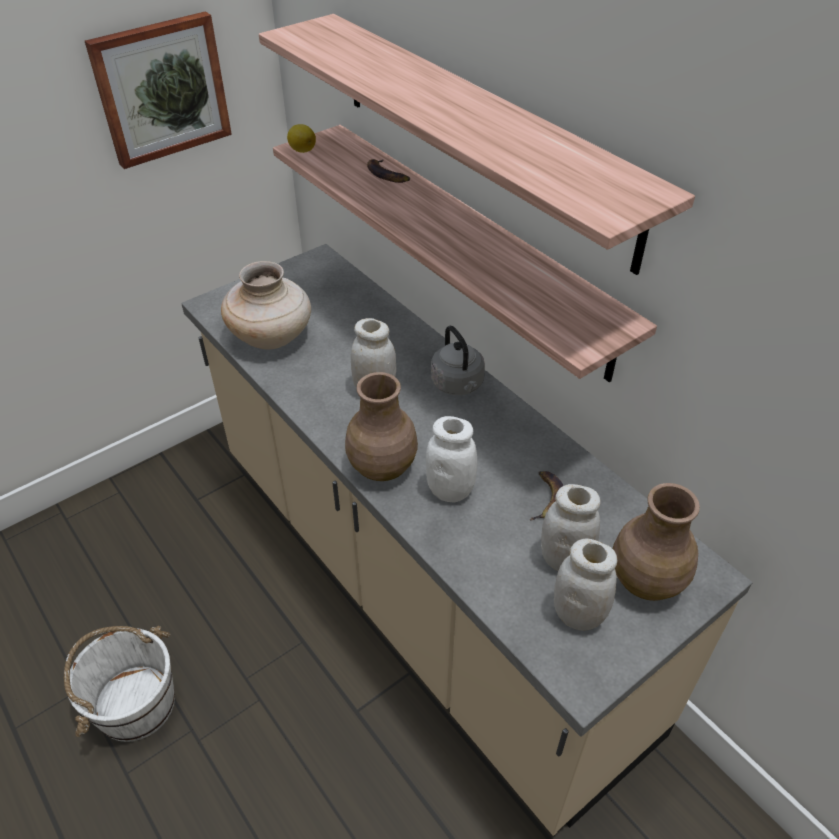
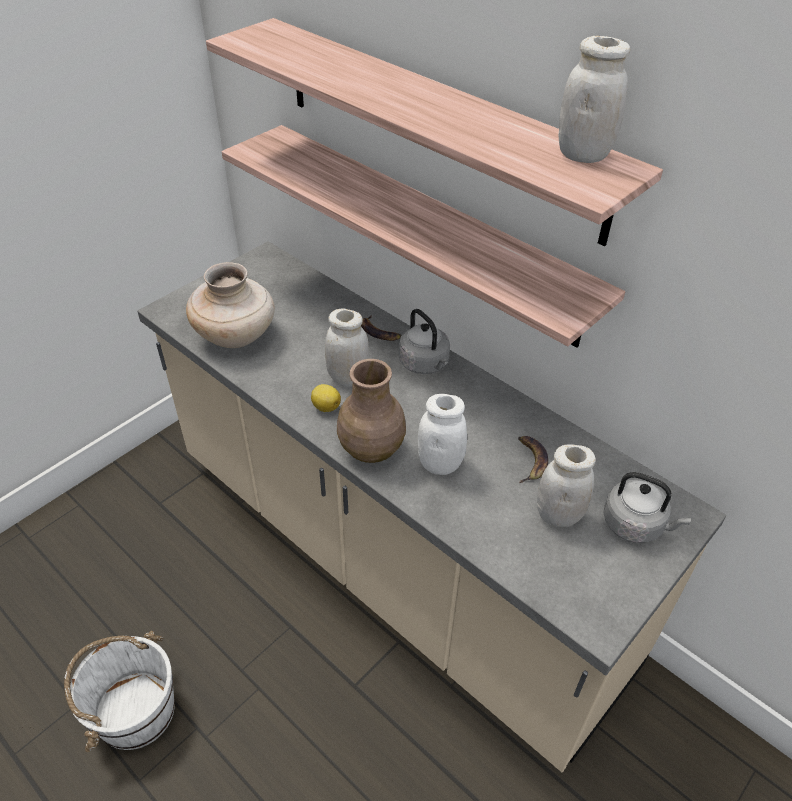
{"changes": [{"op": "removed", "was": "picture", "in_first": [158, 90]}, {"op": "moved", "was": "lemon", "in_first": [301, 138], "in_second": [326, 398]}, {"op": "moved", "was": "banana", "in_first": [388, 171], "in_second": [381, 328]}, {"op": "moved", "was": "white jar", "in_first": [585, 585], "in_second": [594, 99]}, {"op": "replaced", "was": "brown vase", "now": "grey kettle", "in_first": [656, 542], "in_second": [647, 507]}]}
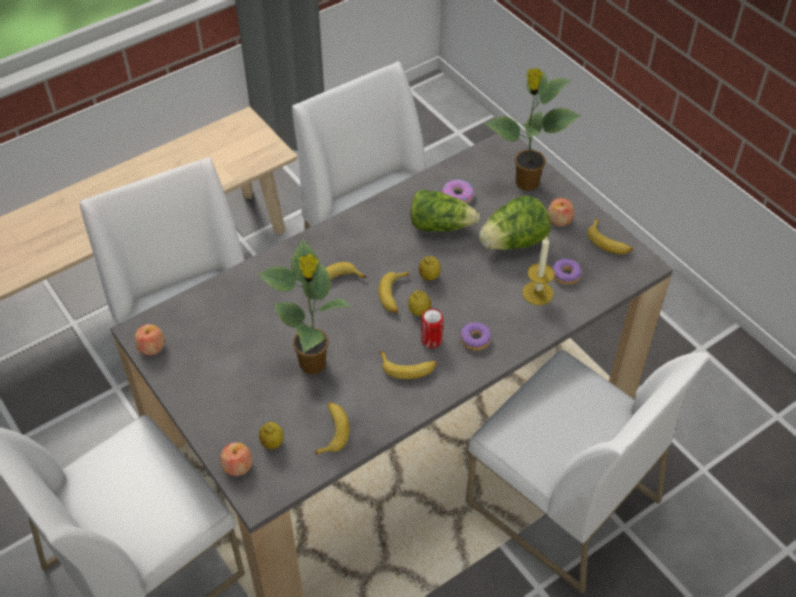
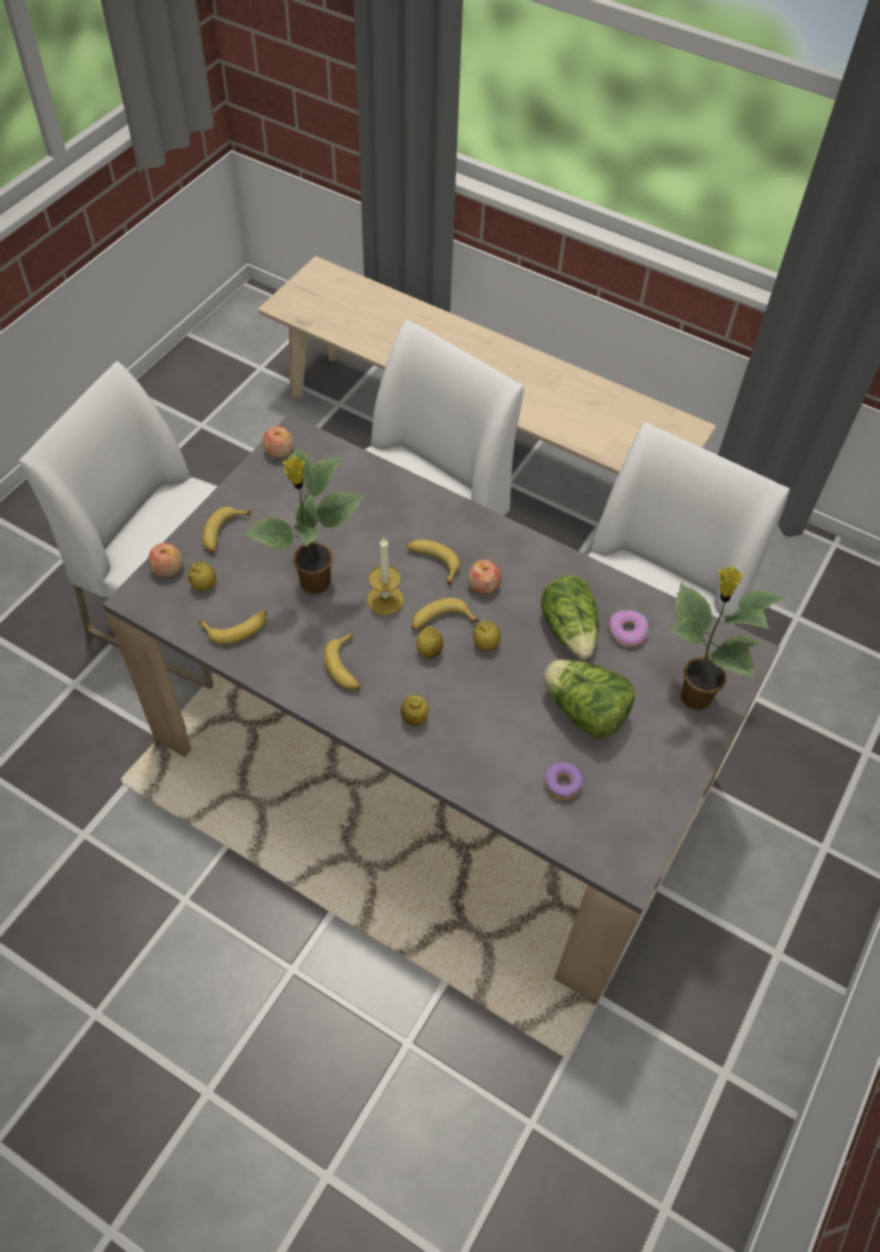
{"changes": [{"op": "removed", "was": "can", "in_first": [432, 328]}, {"op": "removed", "was": "white chair", "in_first": [588, 472]}, {"op": "moved", "was": "candle", "in_first": [538, 271], "in_second": [385, 576]}, {"op": "moved", "was": "apple", "in_first": [560, 212], "in_second": [484, 577]}, {"op": "moved", "was": "banana", "in_first": [610, 236], "in_second": [226, 530]}, {"op": "replaced", "was": "donut", "now": "lemon", "in_first": [476, 336], "in_second": [414, 710]}]}
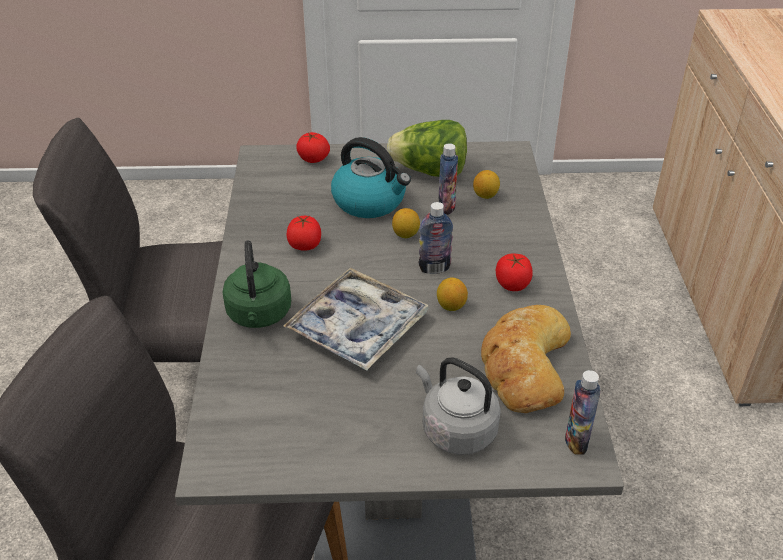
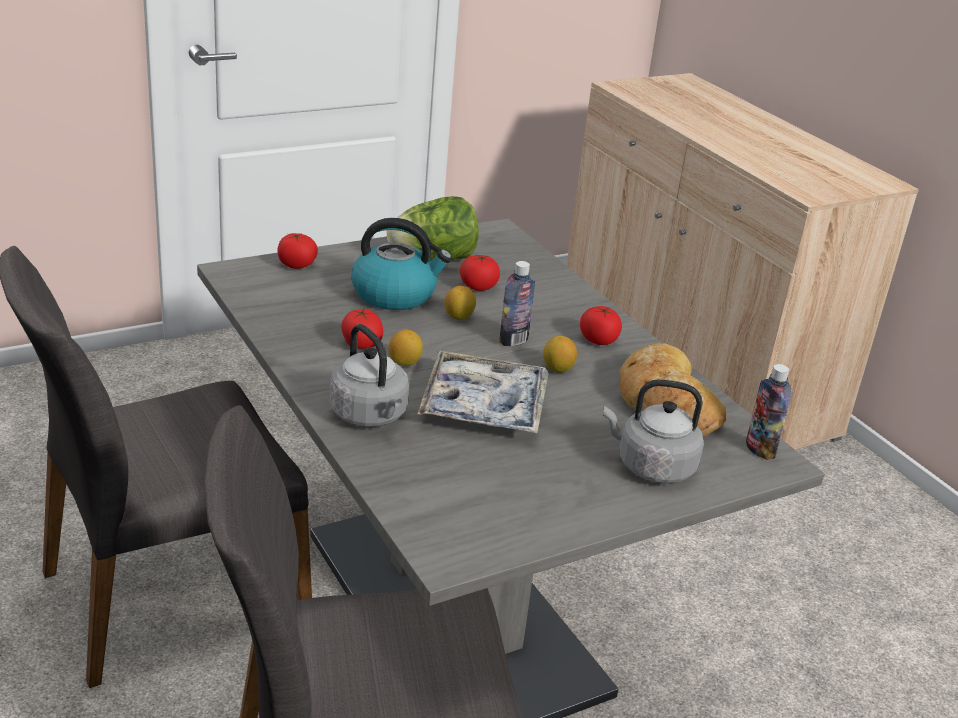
{"changes": [{"op": "moved", "was": "lemon", "in_first": [486, 184], "in_second": [406, 348]}, {"op": "replaced", "was": "bottle", "now": "tomato", "in_first": [448, 179], "in_second": [480, 273]}, {"op": "recoloured", "was": "green kettle", "now": "grey kettle", "in_first": [256, 284], "in_second": [369, 375]}]}
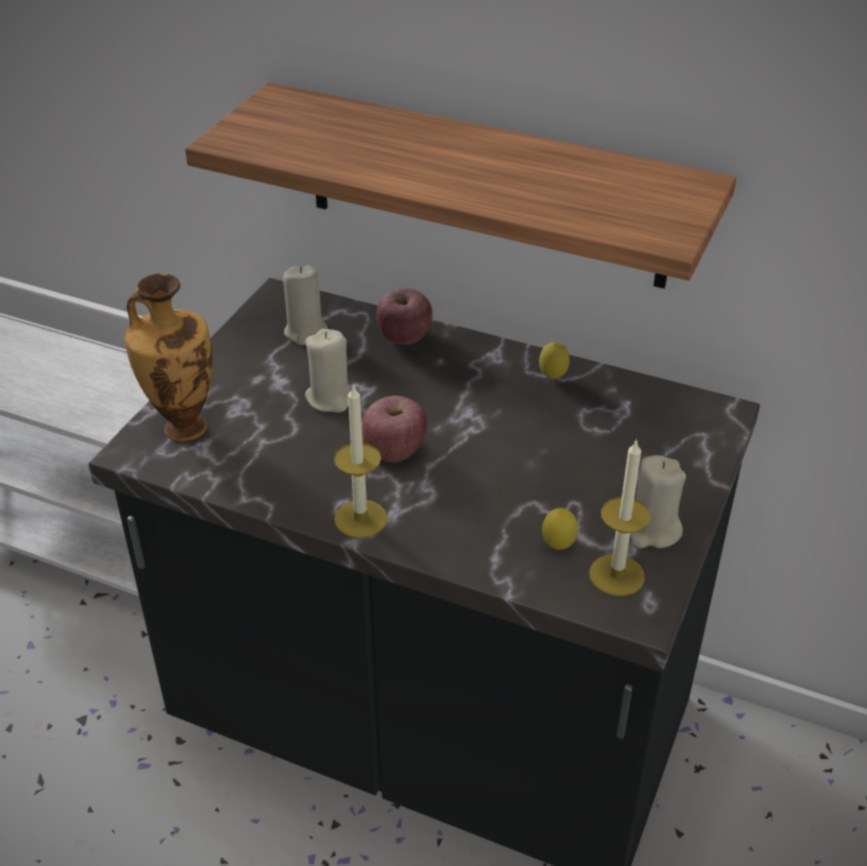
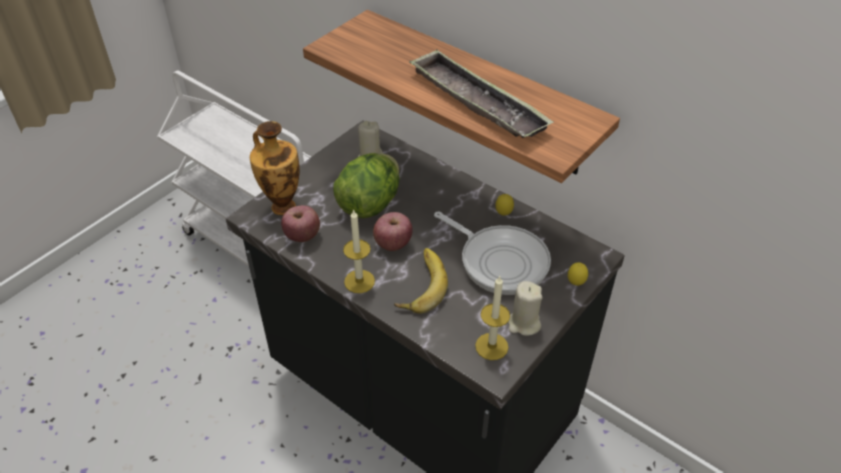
{"changes": [{"op": "added", "now": "banana", "in_second": [421, 281]}, {"op": "added", "now": "tray", "in_second": [481, 93]}, {"op": "added", "now": "frying pan", "in_second": [492, 253]}, {"op": "moved", "was": "apple", "in_first": [404, 316], "in_second": [300, 223]}, {"op": "moved", "was": "lemon", "in_first": [560, 529], "in_second": [578, 274]}, {"op": "replaced", "was": "beige candle", "now": "lettuce", "in_first": [328, 371], "in_second": [366, 185]}]}
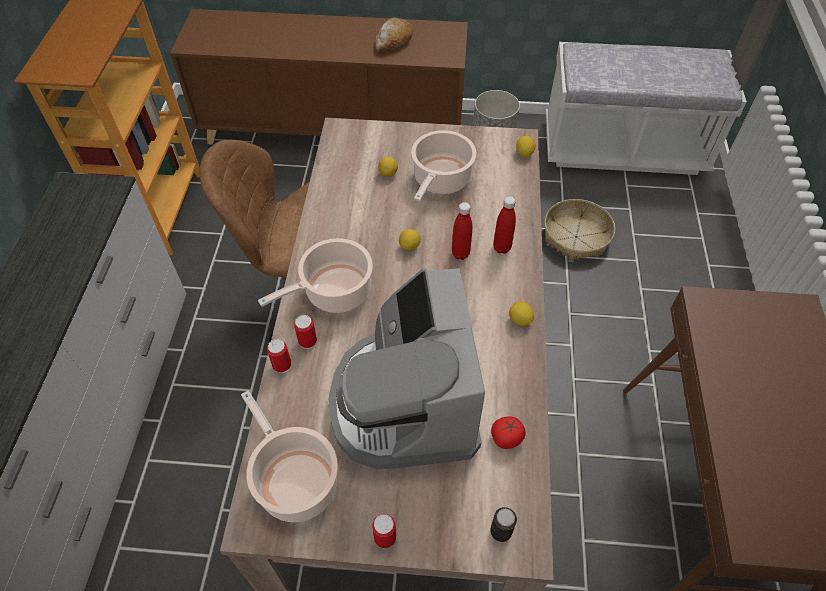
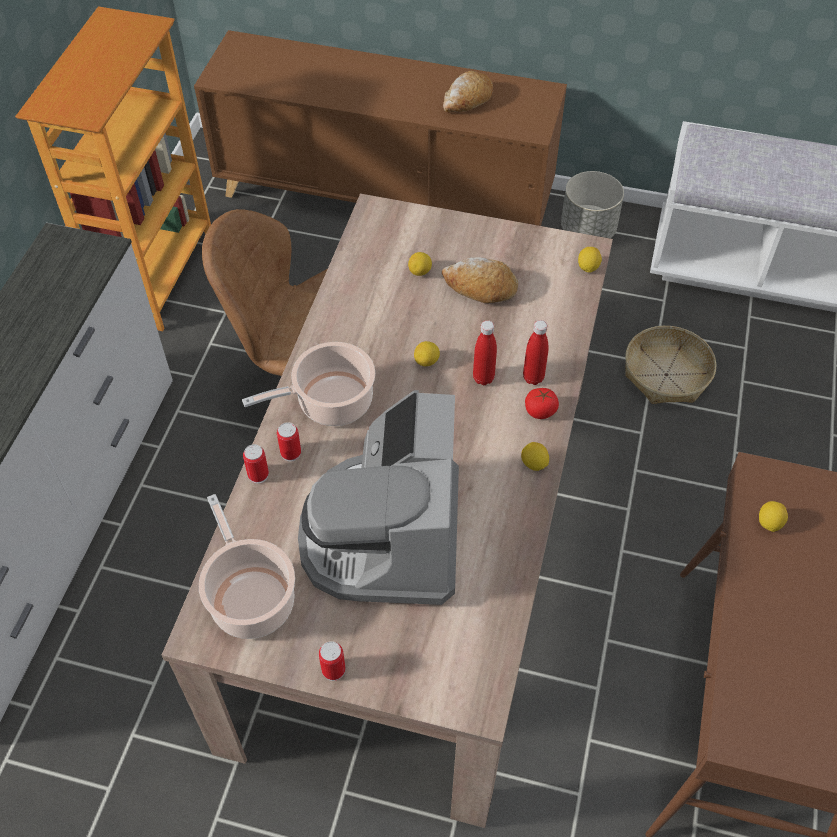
{"changes": [{"op": "removed", "was": "can", "in_first": [503, 524]}, {"op": "added", "now": "lemon", "in_second": [773, 516]}, {"op": "moved", "was": "tomato", "in_first": [508, 432], "in_second": [542, 403]}, {"op": "replaced", "was": "cooking pot", "now": "bread", "in_first": [443, 166], "in_second": [480, 280]}]}
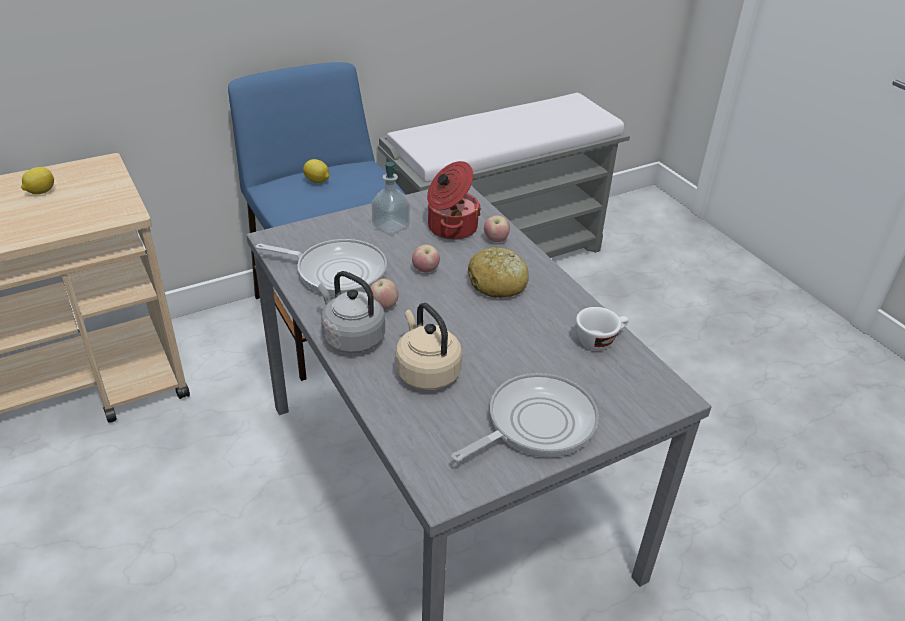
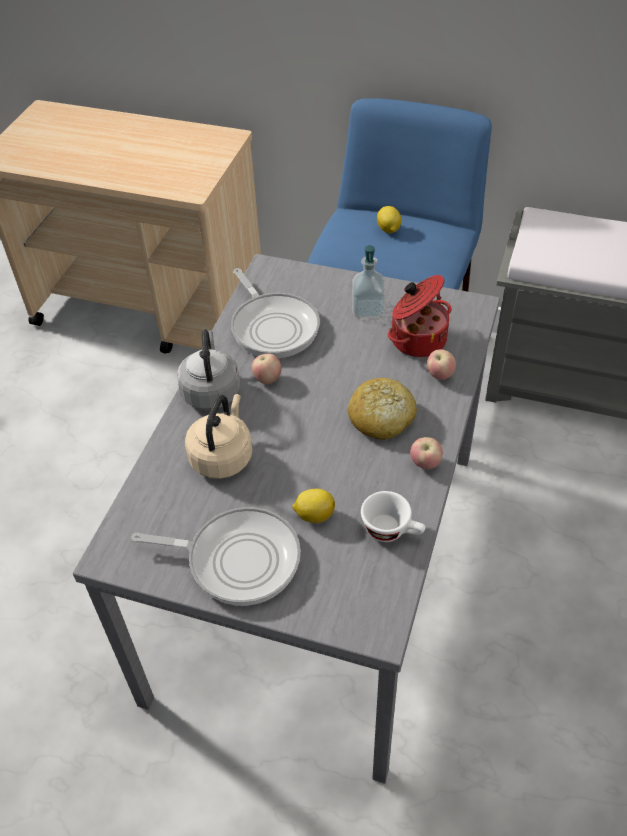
{"changes": [{"op": "moved", "was": "lemon", "in_first": [37, 180], "in_second": [313, 506]}, {"op": "moved", "was": "apple", "in_first": [426, 259], "in_second": [426, 453]}]}
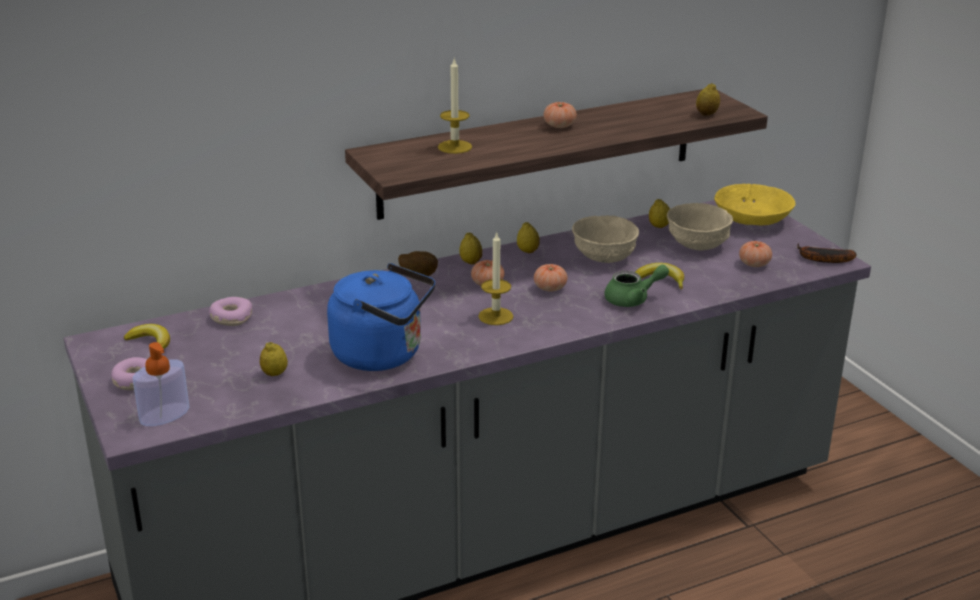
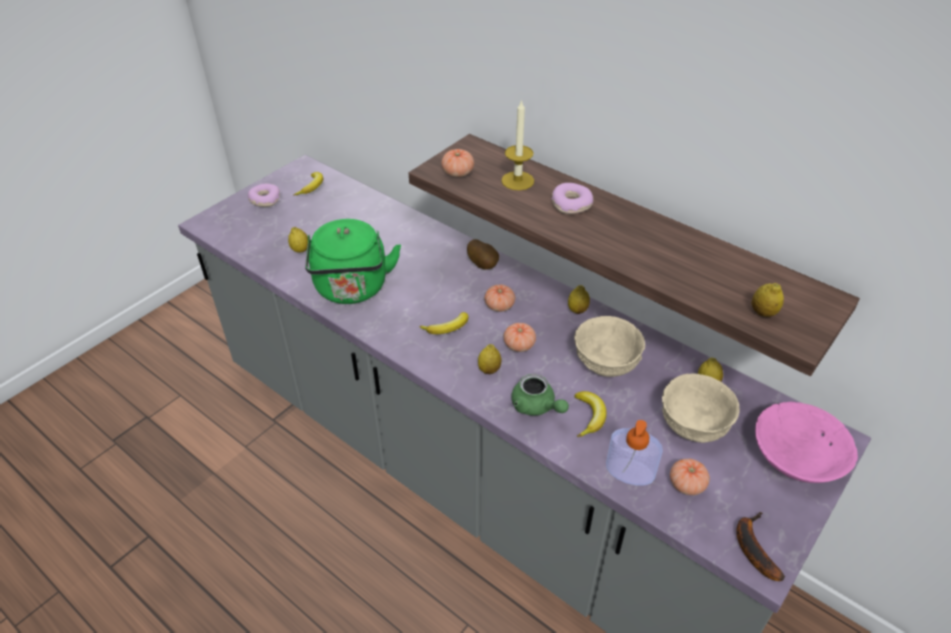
{"changes": [{"op": "moved", "was": "soap dispenser", "in_first": [160, 384], "in_second": [634, 452]}, {"op": "moved", "was": "donut", "in_first": [230, 311], "in_second": [572, 198]}, {"op": "moved", "was": "lemon", "in_first": [470, 248], "in_second": [489, 359]}, {"op": "moved", "was": "tomato", "in_first": [560, 115], "in_second": [457, 163]}, {"op": "replaced", "was": "candle", "now": "banana", "in_first": [495, 278], "in_second": [443, 323]}, {"op": "recoloured", "was": "blue kettle", "now": "green kettle", "in_first": [381, 317], "in_second": [353, 261]}, {"op": "recoloured", "was": "yellow bowl", "now": "pink bowl", "in_first": [754, 204], "in_second": [806, 442]}]}
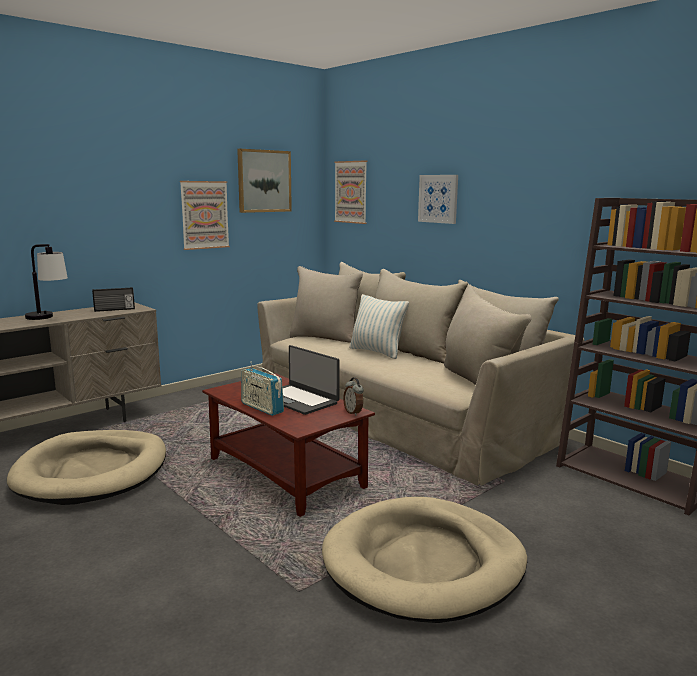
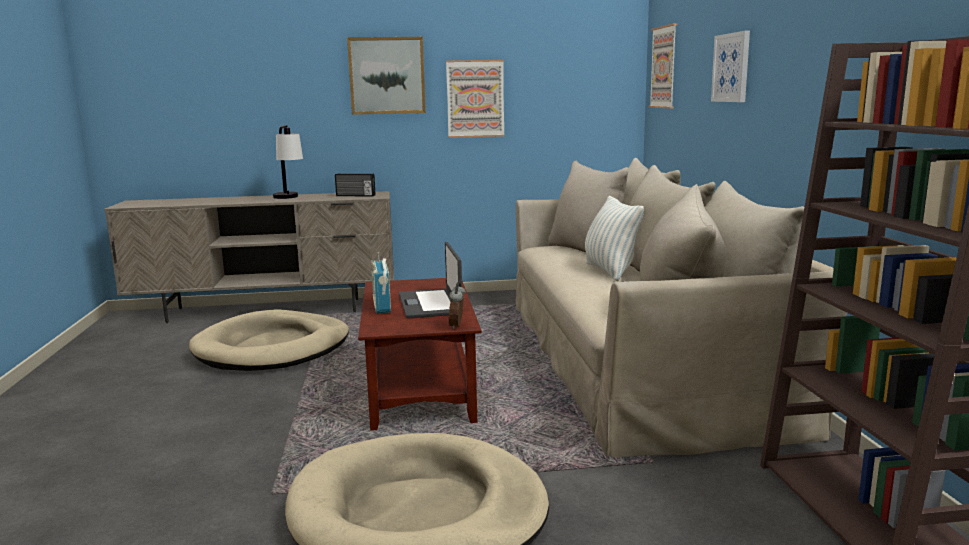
{"changes": [{"op": "moved", "was": "picture", "in_first": [264, 181], "in_second": [386, 76]}]}
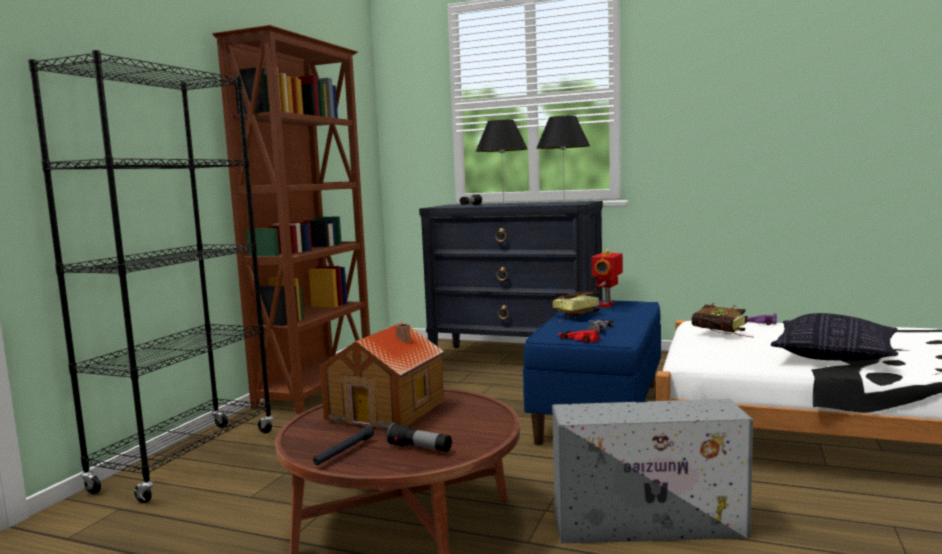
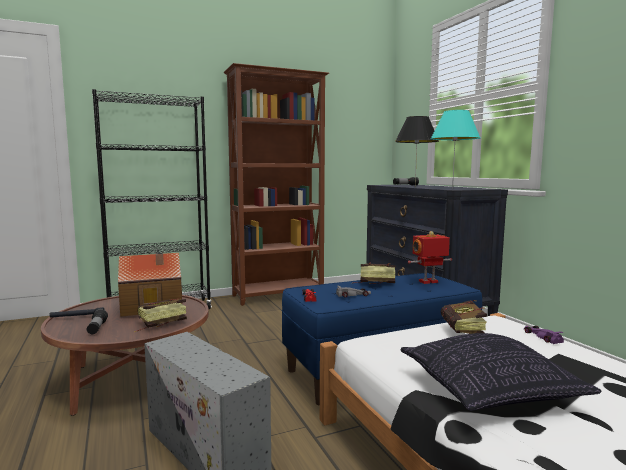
{"changes": [{"op": "added", "now": "book", "in_second": [160, 315]}, {"op": "recoloured", "was": "black table lamp", "now": "turquoise table lamp", "in_first": [563, 160], "in_second": [455, 149]}]}
